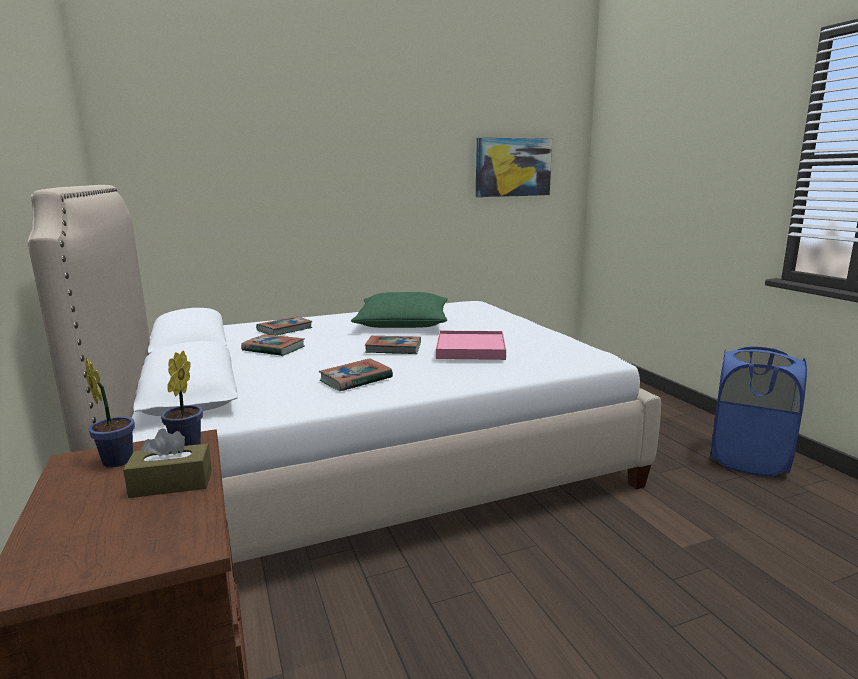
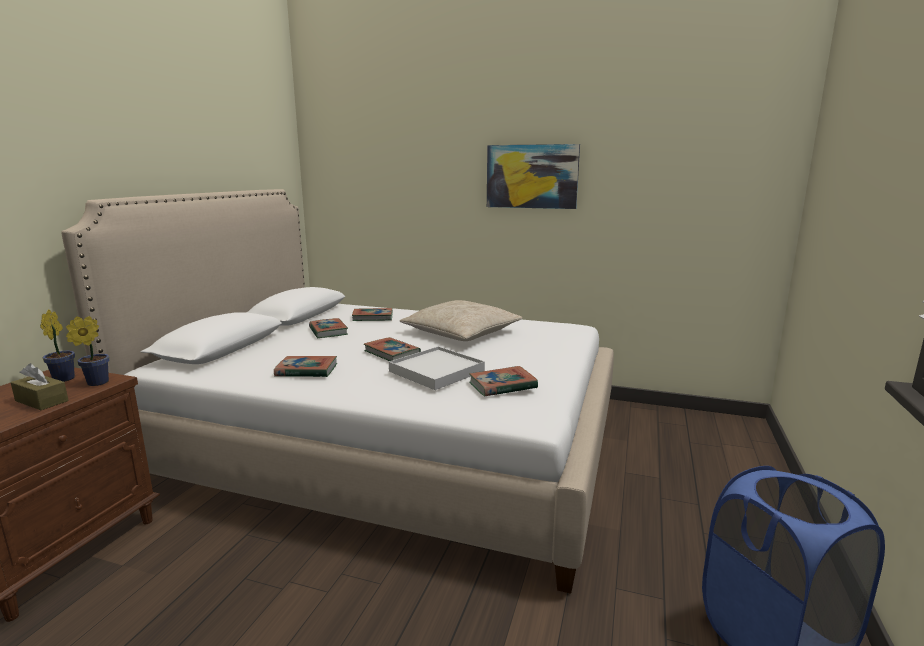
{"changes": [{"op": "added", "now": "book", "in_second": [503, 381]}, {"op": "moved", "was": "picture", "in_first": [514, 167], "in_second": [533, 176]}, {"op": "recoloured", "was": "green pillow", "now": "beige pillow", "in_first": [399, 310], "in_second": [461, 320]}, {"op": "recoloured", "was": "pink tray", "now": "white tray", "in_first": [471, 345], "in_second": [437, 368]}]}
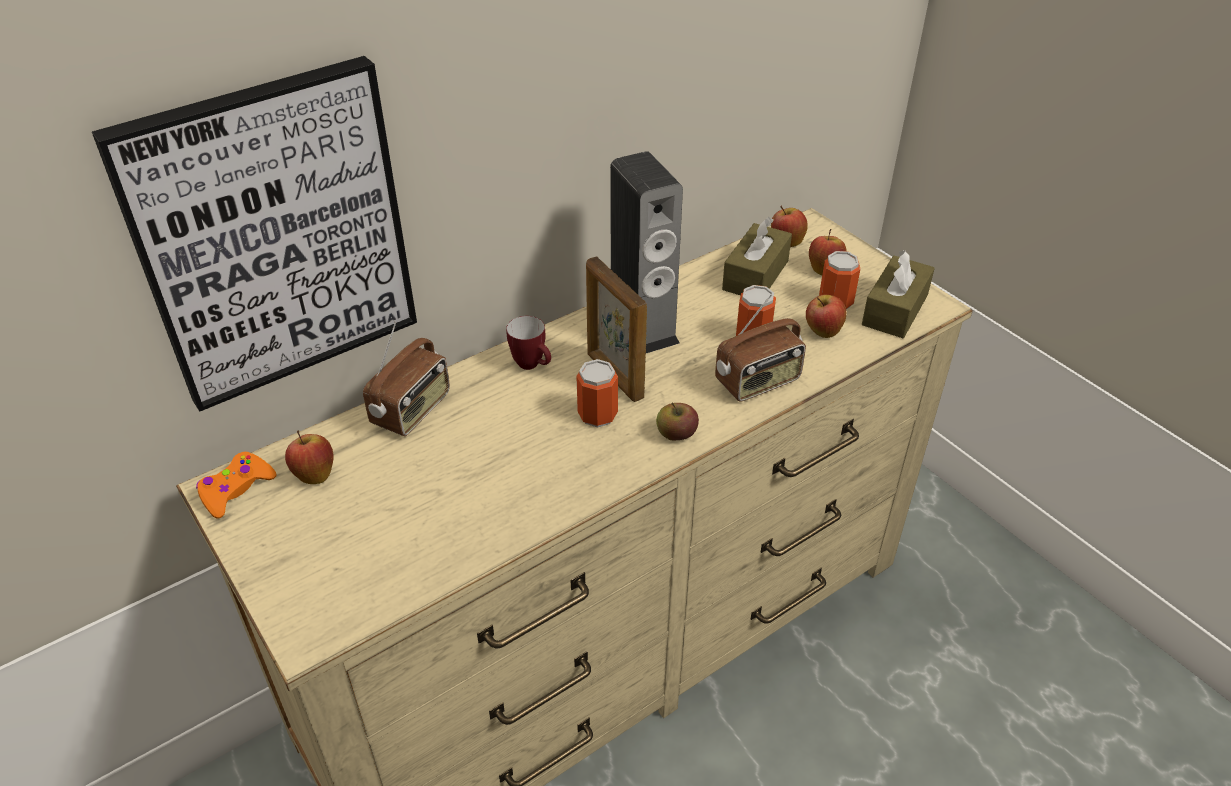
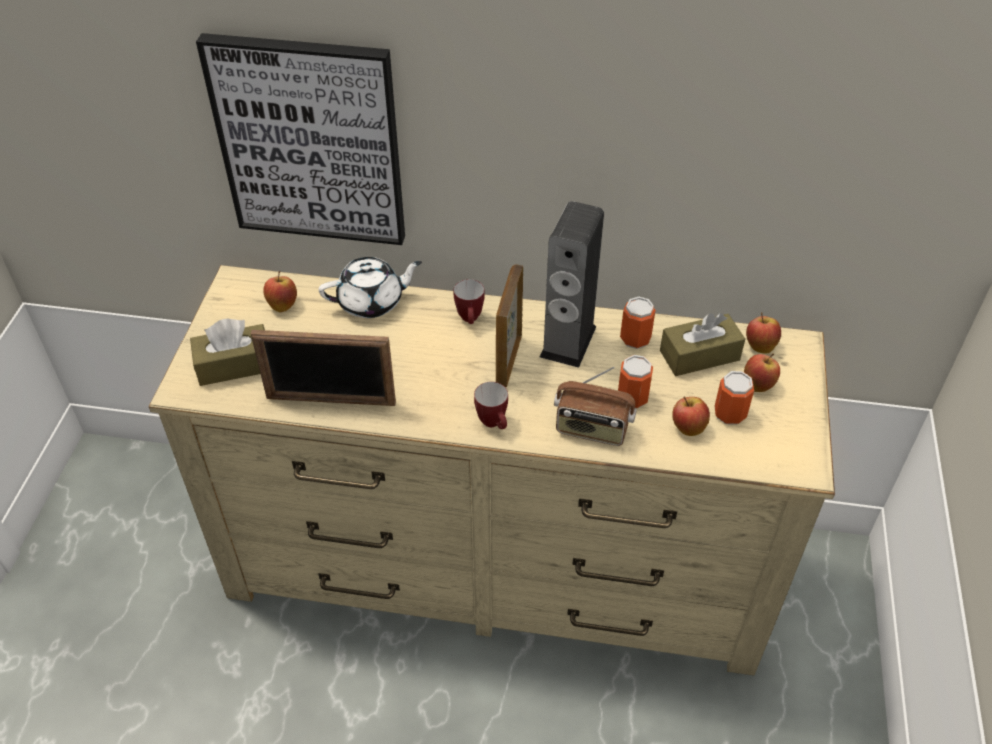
{"changes": [{"op": "removed", "was": "orange game controller", "in_first": [236, 485]}, {"op": "added", "now": "picture frame", "in_second": [323, 368]}, {"op": "moved", "was": "can", "in_first": [597, 393], "in_second": [638, 323]}, {"op": "moved", "was": "brown tissue box", "in_first": [898, 294], "in_second": [227, 352]}, {"op": "replaced", "was": "radio", "now": "white teapot", "in_first": [406, 379], "in_second": [370, 287]}, {"op": "replaced", "was": "apple", "now": "mug", "in_first": [677, 422], "in_second": [491, 405]}]}
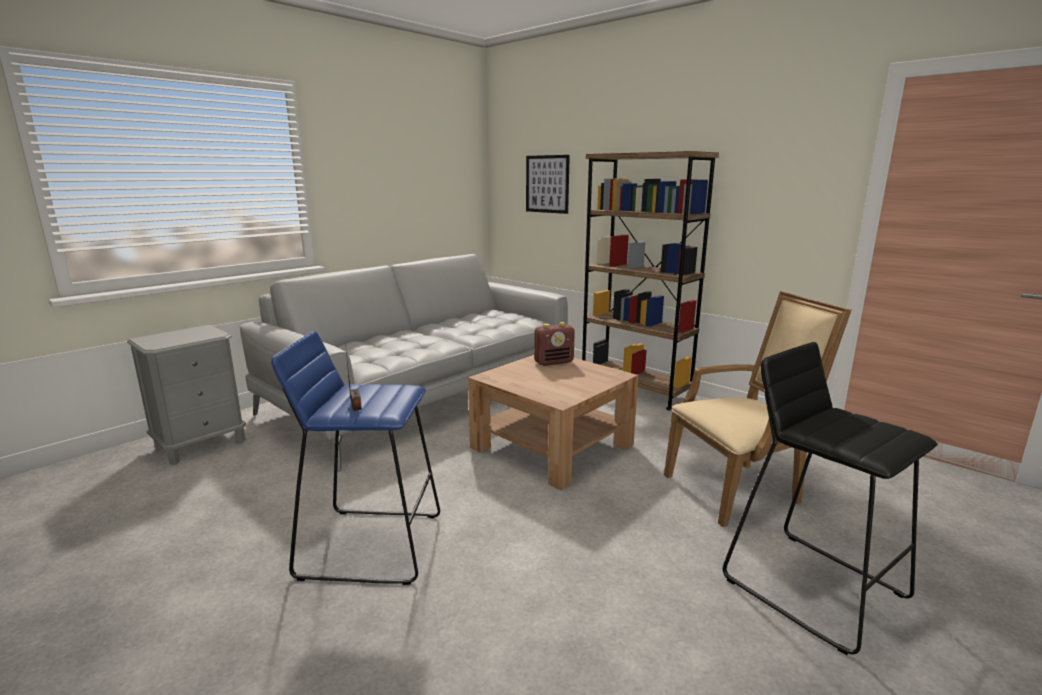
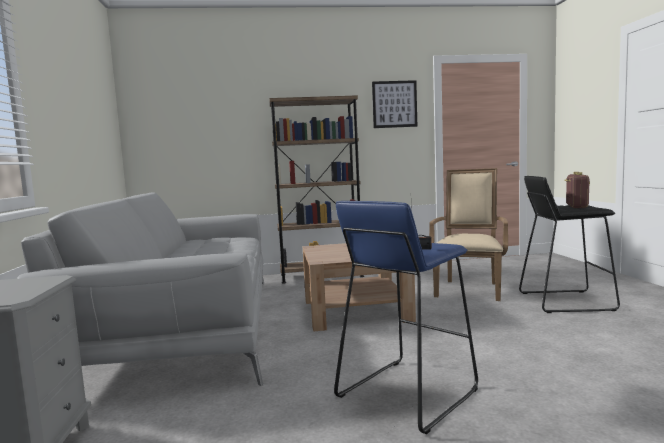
{"changes": [{"op": "moved", "was": "picture", "in_first": [548, 184], "in_second": [394, 104]}, {"op": "moved", "was": "radio", "in_first": [554, 344], "in_second": [577, 190]}]}
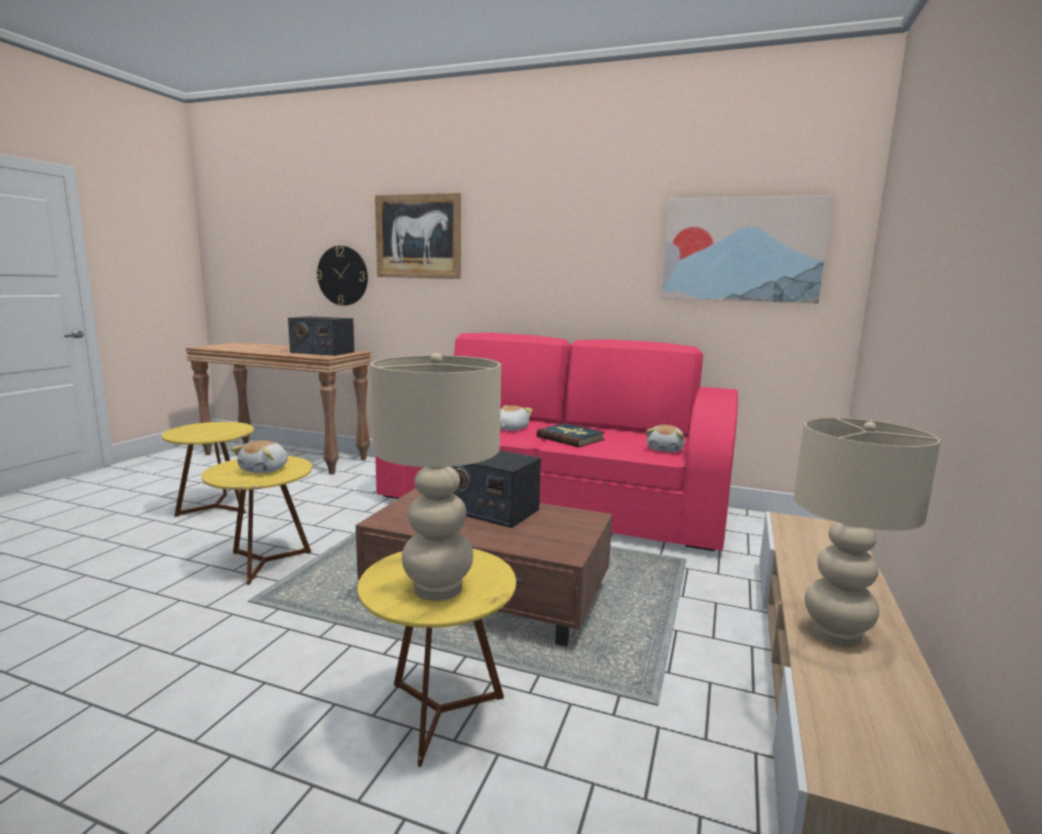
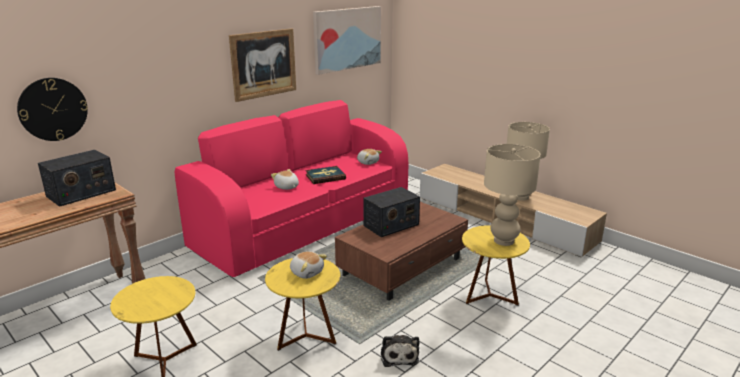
{"changes": [{"op": "added", "now": "plush toy", "in_second": [400, 351]}, {"op": "moved", "was": "picture", "in_first": [418, 236], "in_second": [262, 65]}]}
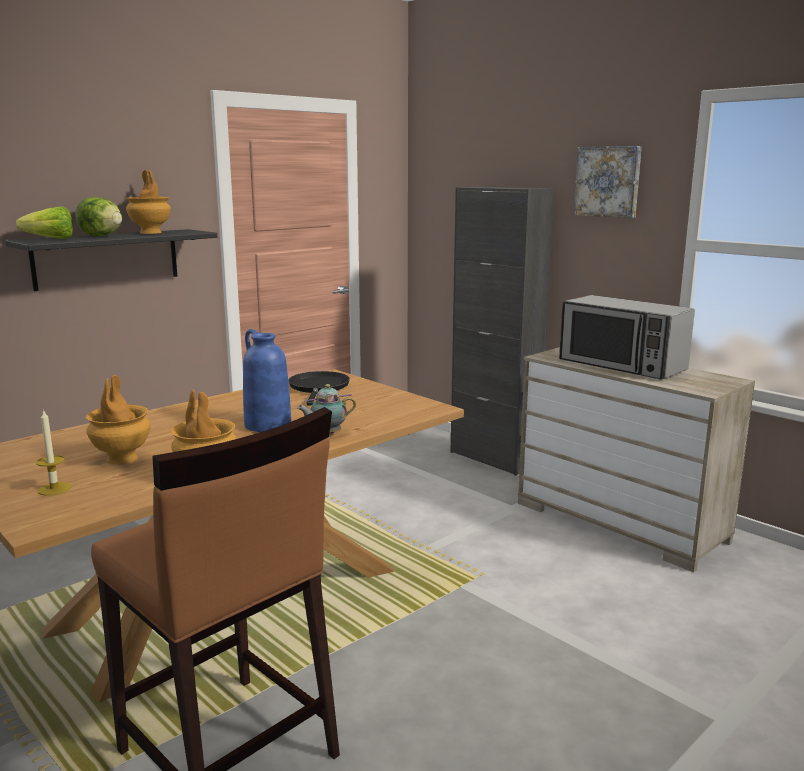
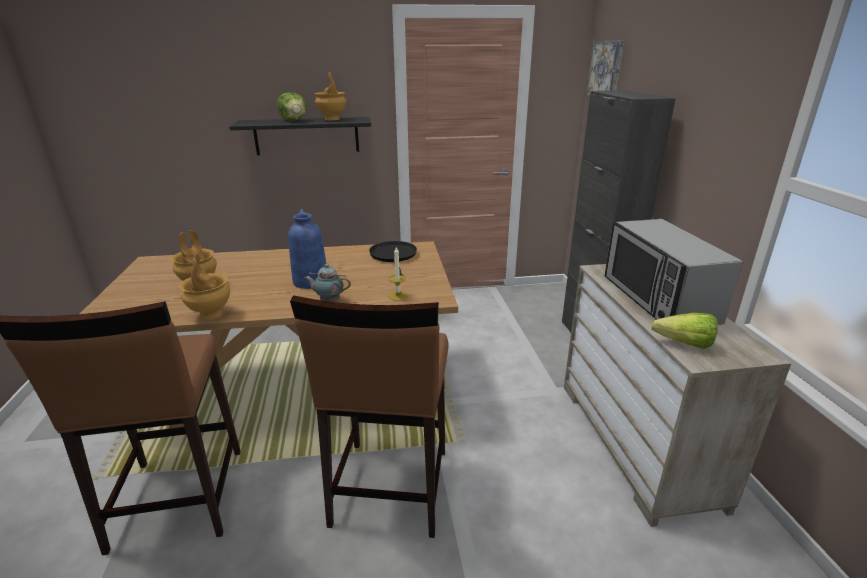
{"changes": [{"op": "added", "now": "brown stool", "in_second": [369, 416]}, {"op": "moved", "was": "lettuce", "in_first": [44, 223], "in_second": [684, 331]}, {"op": "moved", "was": "candle", "in_first": [53, 452], "in_second": [398, 274]}, {"op": "moved", "was": "picture", "in_first": [608, 182], "in_second": [605, 68]}, {"op": "turned", "was": "black frying pan", "in_first": [319, 388], "in_second": [393, 258], "clockwise": -45}]}
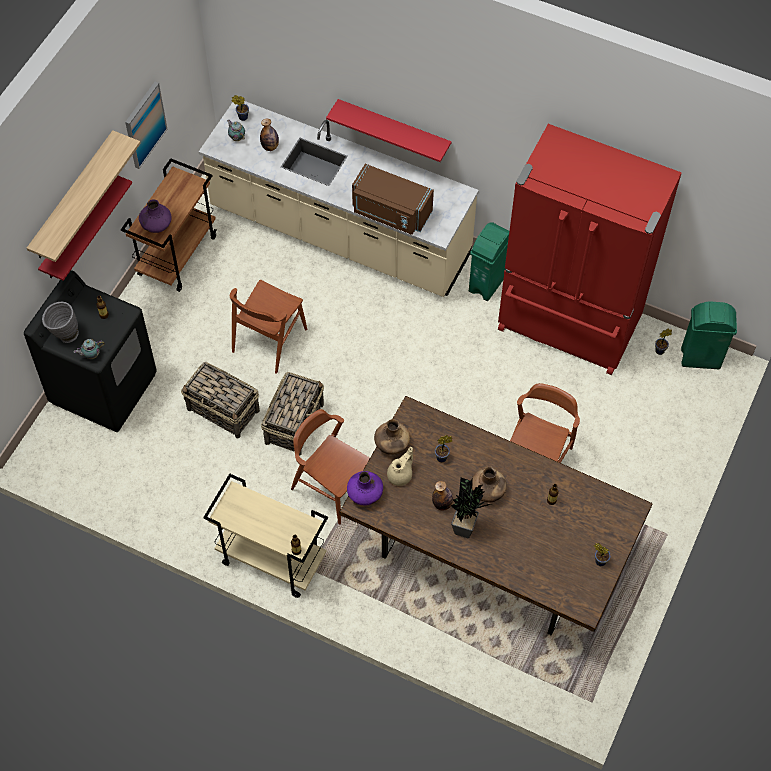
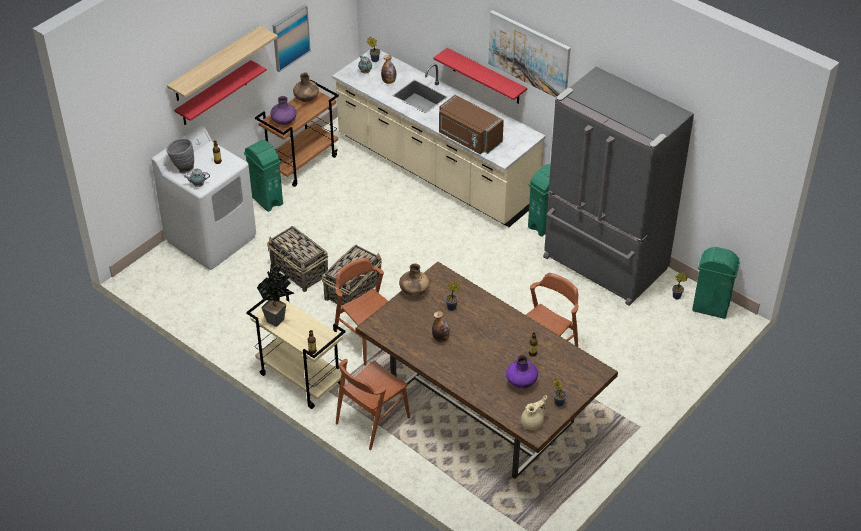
{"changes": [{"op": "added", "now": "green trash can", "in_second": [263, 176]}, {"op": "added", "now": "picture", "in_second": [529, 54]}, {"op": "moved", "was": "brown chair", "in_first": [268, 327], "in_second": [373, 404]}, {"op": "moved", "was": "purple vase", "in_first": [365, 488], "in_second": [522, 371]}, {"op": "moved", "was": "beige teapot", "in_first": [400, 466], "in_second": [534, 412]}, {"op": "moved", "was": "potted plant", "in_first": [471, 508], "in_second": [276, 295]}, {"op": "moved", "was": "brown vase", "in_first": [489, 484], "in_second": [306, 87]}, {"op": "recoloured", "was": "black washing machine", "now": "white washing machine", "in_first": [90, 351], "in_second": [203, 198]}, {"op": "recoloured", "was": "red fridge", "now": "grey fridge", "in_first": [590, 249], "in_second": [618, 186]}]}
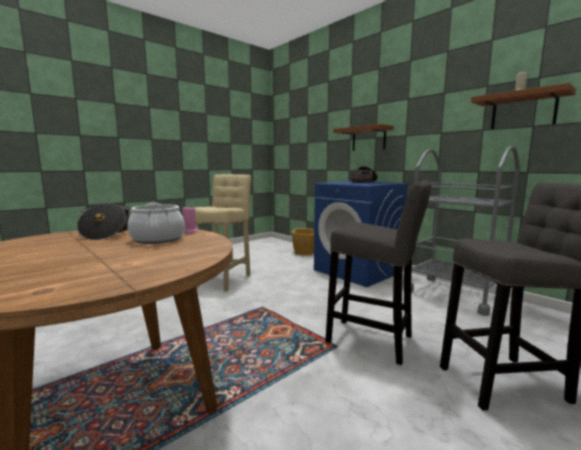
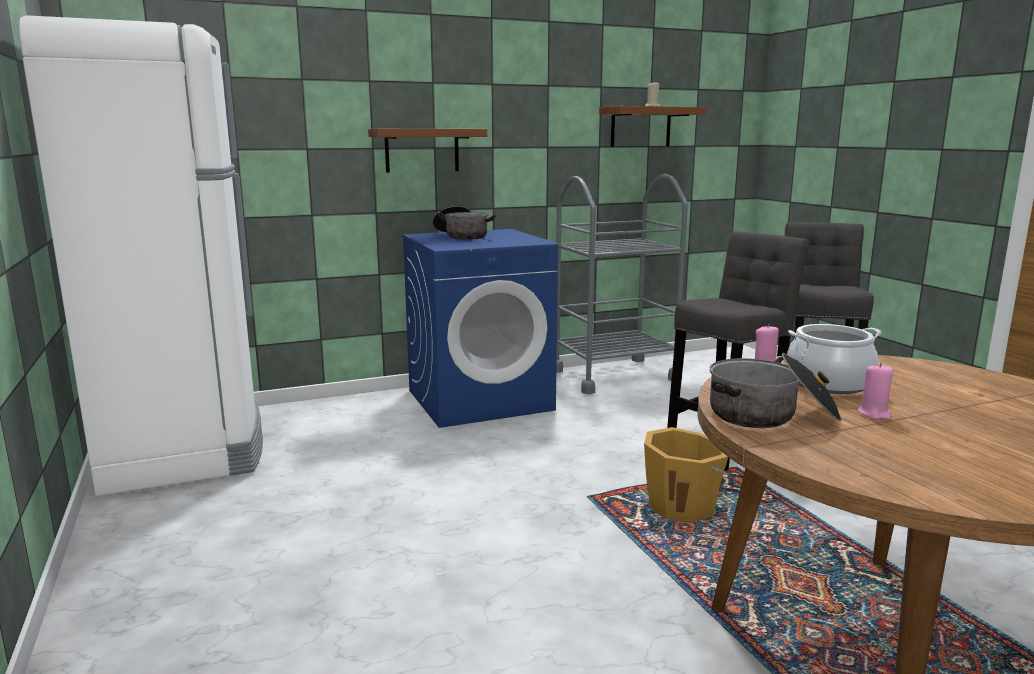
{"changes": [{"op": "removed", "was": "beige stool", "in_first": [223, 232]}, {"op": "added", "now": "white fridge", "in_second": [141, 255]}, {"op": "added", "now": "pink candle", "in_second": [875, 391]}, {"op": "moved", "was": "orange bucket", "in_first": [303, 241], "in_second": [688, 475]}]}
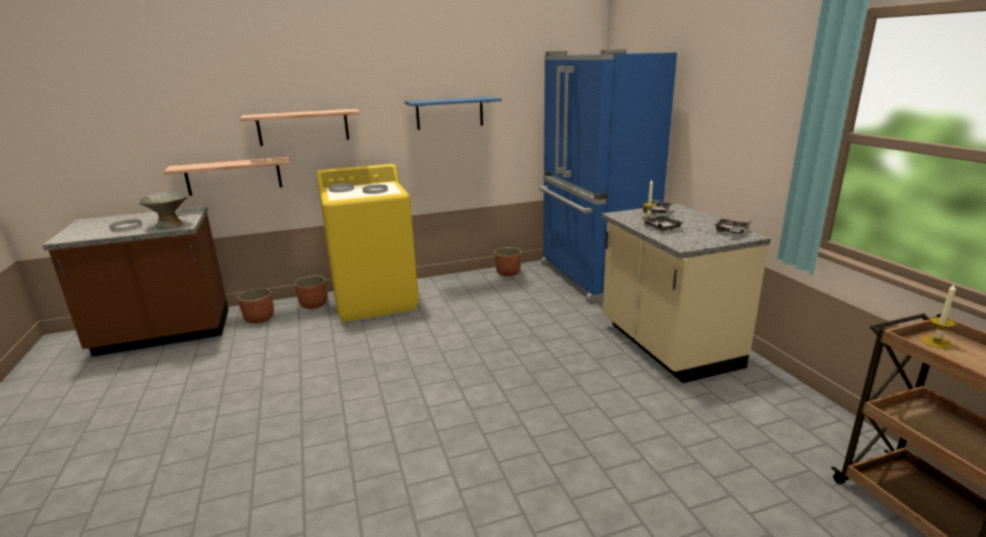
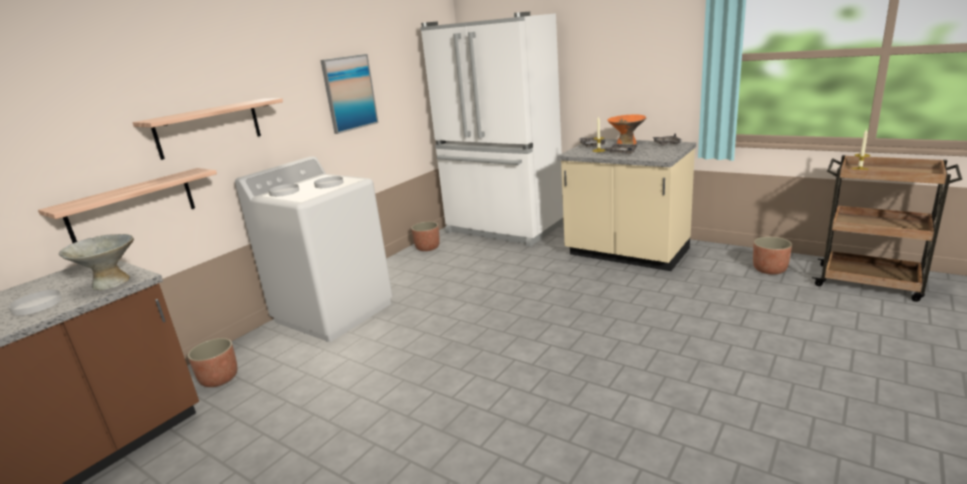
{"changes": [{"op": "added", "now": "orange bowl", "in_second": [626, 129]}, {"op": "moved", "was": "planter", "in_first": [310, 292], "in_second": [772, 256]}, {"op": "replaced", "was": "blue shelf", "now": "picture", "in_first": [453, 113], "in_second": [350, 94]}, {"op": "recoloured", "was": "yellow washing machine", "now": "white washing machine", "in_first": [367, 243], "in_second": [314, 249]}, {"op": "recoloured", "was": "blue fridge", "now": "white fridge", "in_first": [608, 176], "in_second": [491, 129]}]}
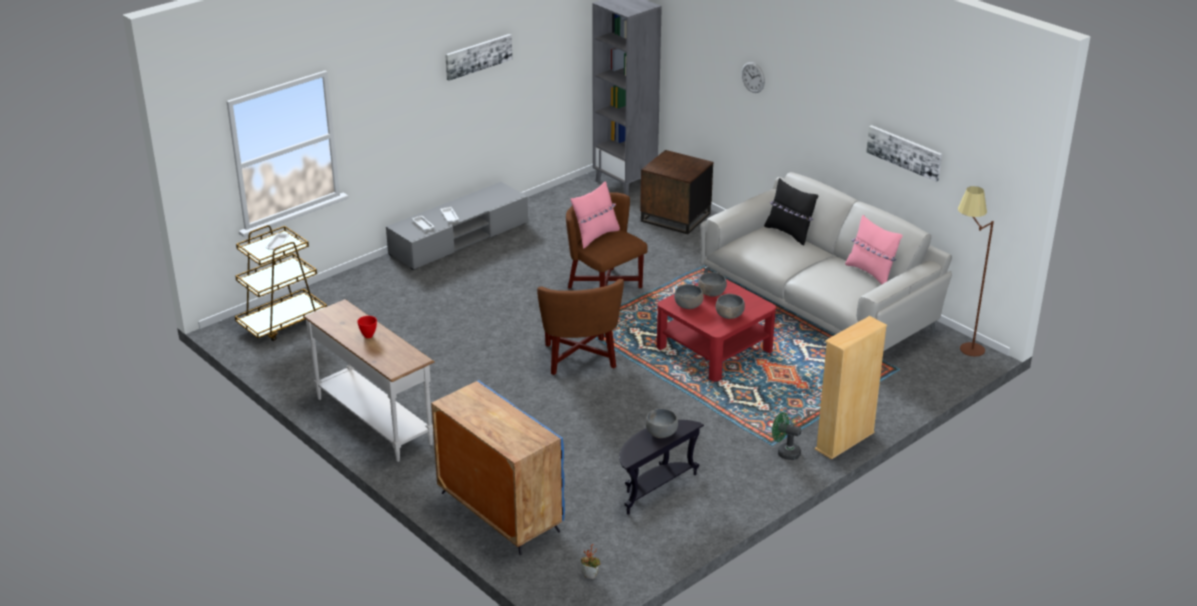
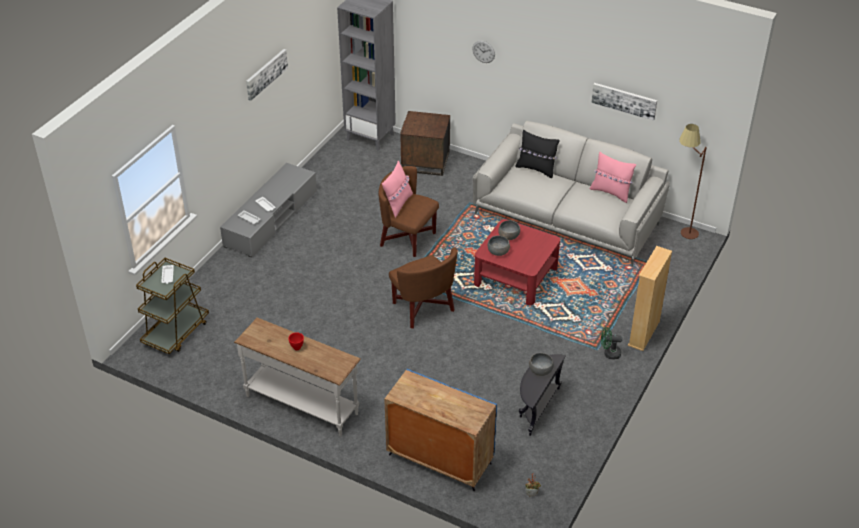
{"changes": [{"op": "removed", "was": "grey bowl", "in_first": [730, 306]}]}
